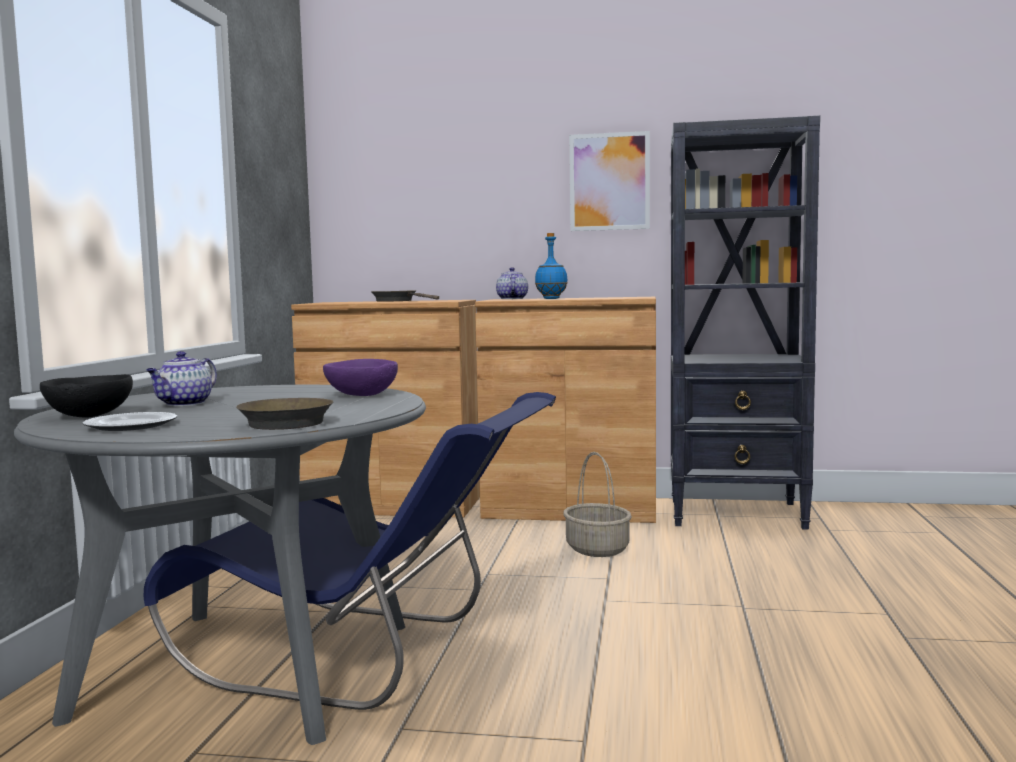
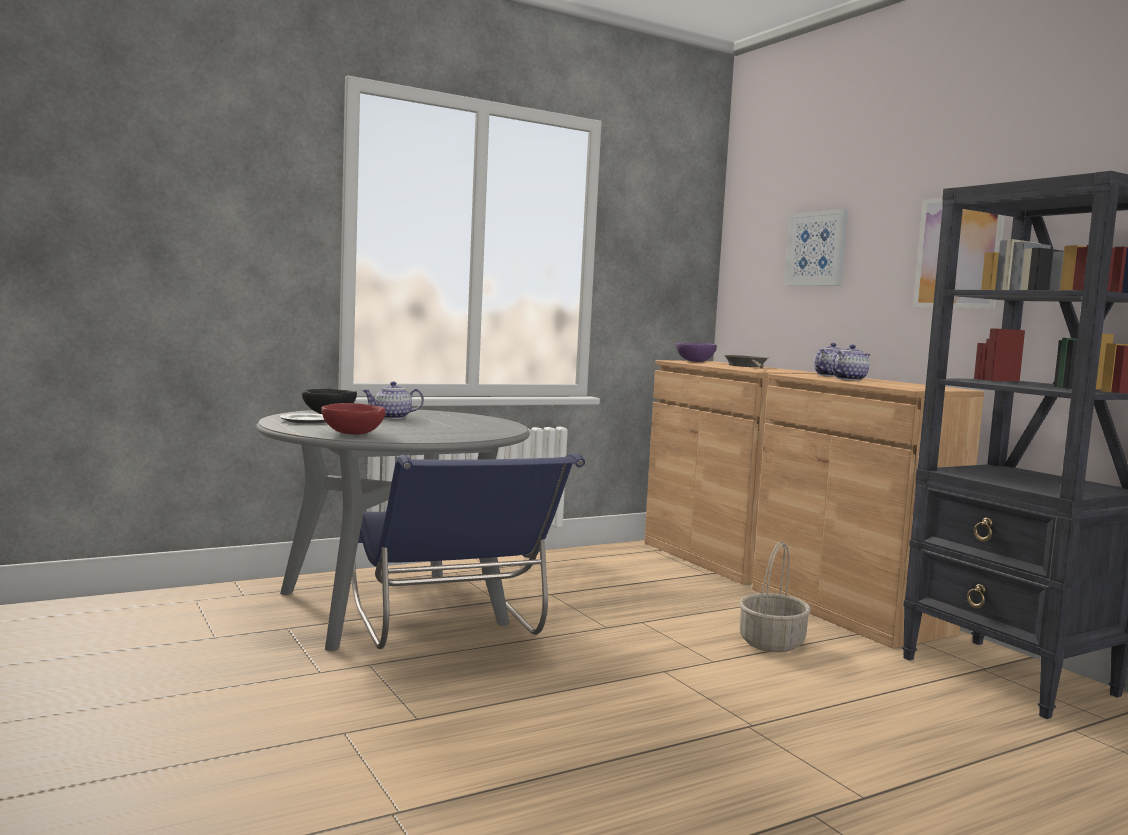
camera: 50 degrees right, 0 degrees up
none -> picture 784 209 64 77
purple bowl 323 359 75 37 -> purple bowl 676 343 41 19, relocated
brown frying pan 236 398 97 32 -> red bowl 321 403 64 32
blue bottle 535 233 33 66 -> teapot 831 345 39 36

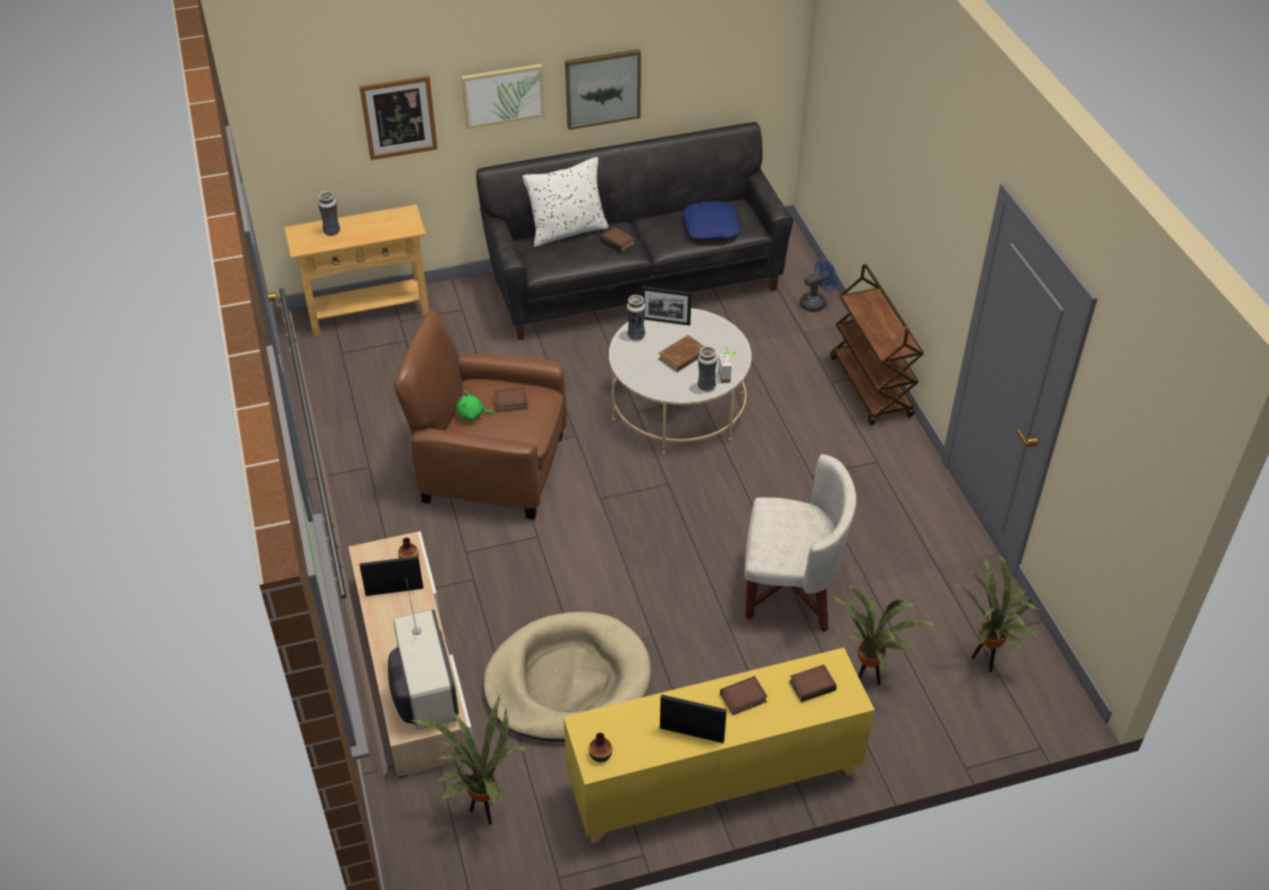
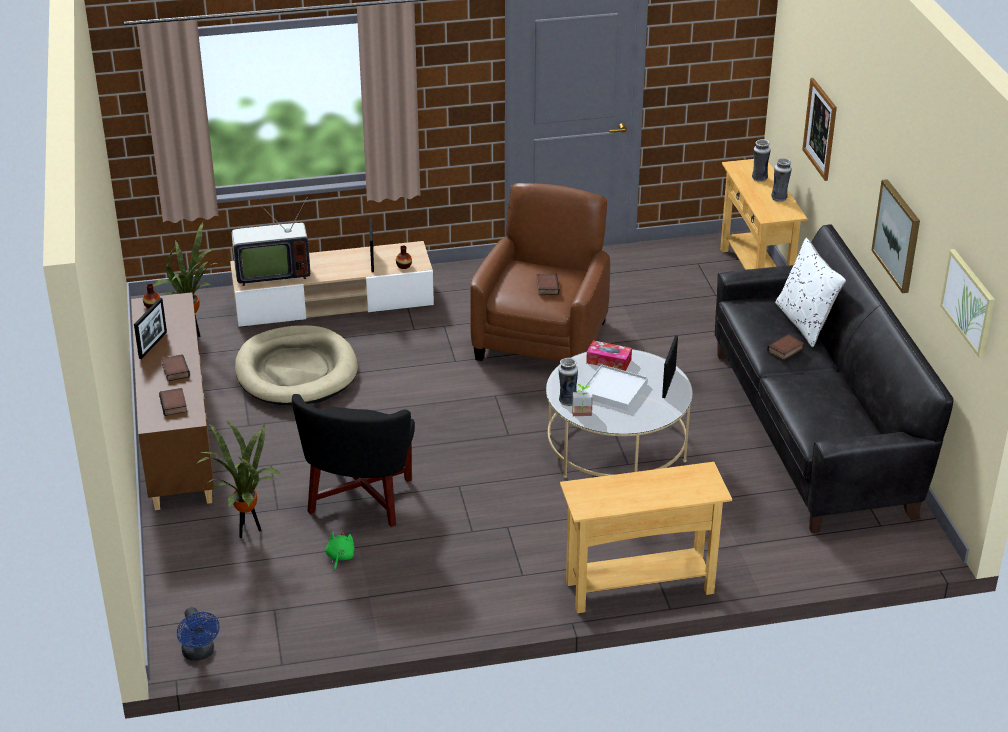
camera: 95 degrees right, 10 degrees down
blue pillow 683 201 57 39 -> none
potted plant 952 553 87 119 -> none
none -> tissue box 586 340 46 31
green plush toy 456 390 39 31 -> green plush toy 325 530 29 41, relocated
picture 461 64 84 65 -> picture 940 249 55 108, relocated
vase 627 295 19 46 -> vase 771 158 21 44, relocated
blue fan 800 259 38 53 -> blue fan 177 607 43 54, relocated
brown book 658 335 46 37 -> white tray 581 365 67 46
brown cart 830 264 94 161 -> beige console table 560 462 172 151
yellow cabinet 563 648 312 196 -> brown cabinet 131 292 83 218
white armchair 744 454 112 178 -> black armchair 292 394 123 133

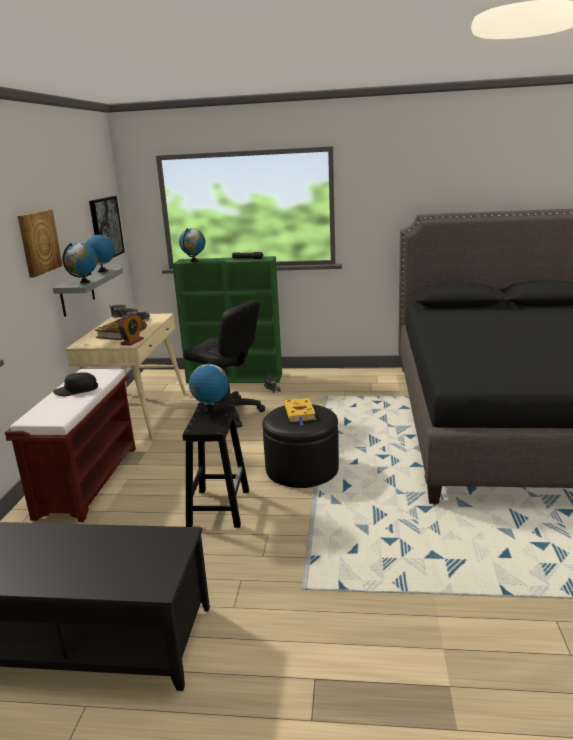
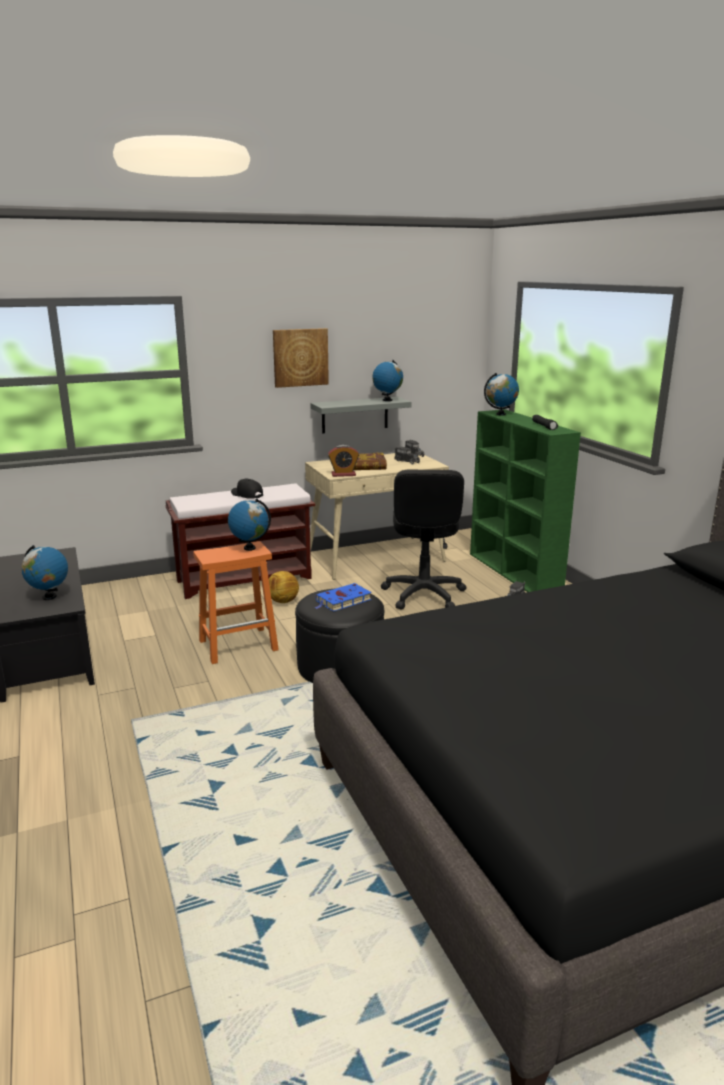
camera: 60 degrees right, 0 degrees up
picture 89 196 36 62 -> none
none -> football 269 571 30 32
globe 63 243 34 41 -> globe 21 545 47 55, relocated
black stool 183 404 66 124 -> orange stool 193 541 86 123
yellow book 284 398 32 27 -> blue book 314 583 58 29

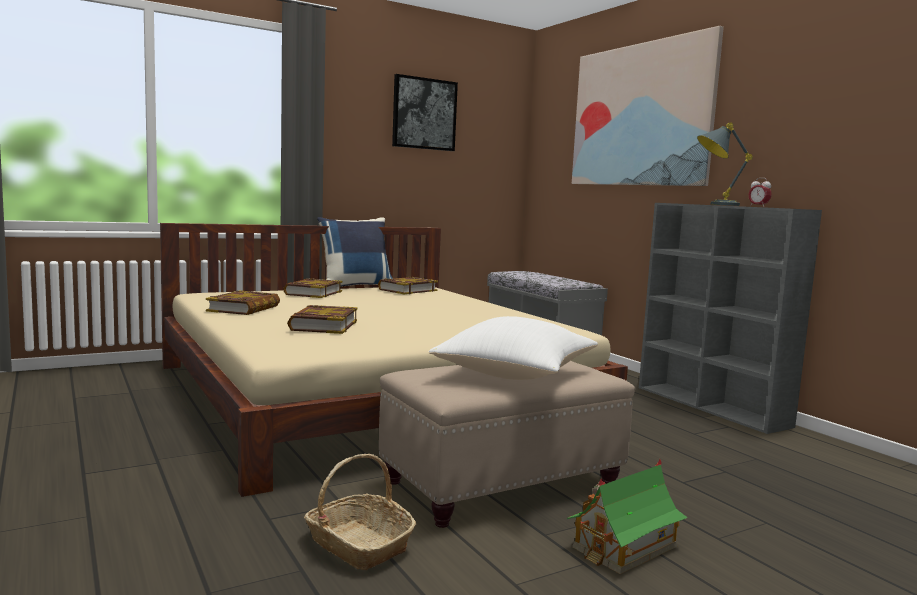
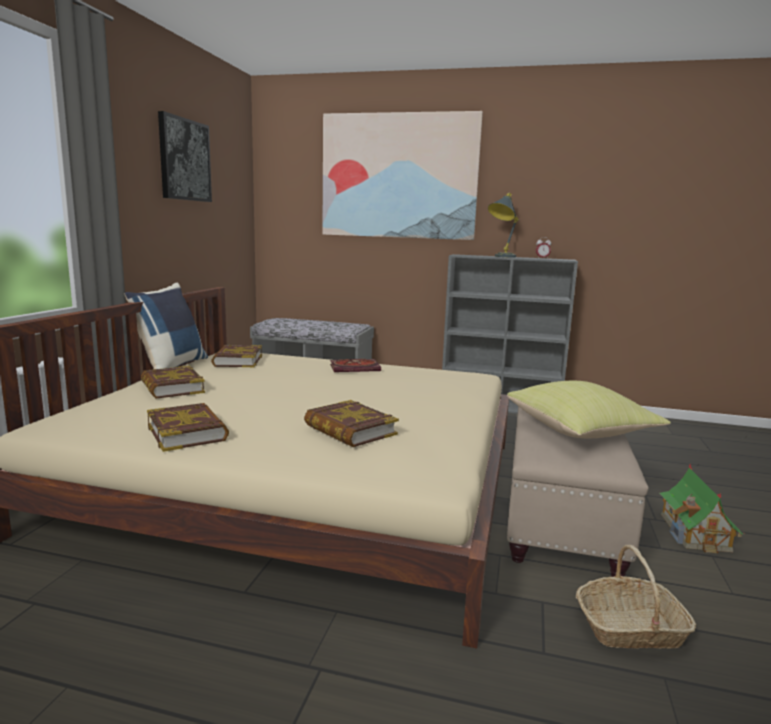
camera: 45 degrees left, 5 degrees up
none -> book 330 359 51 13
white pillow 429 316 169 64 -> yellow pillow 507 381 164 57

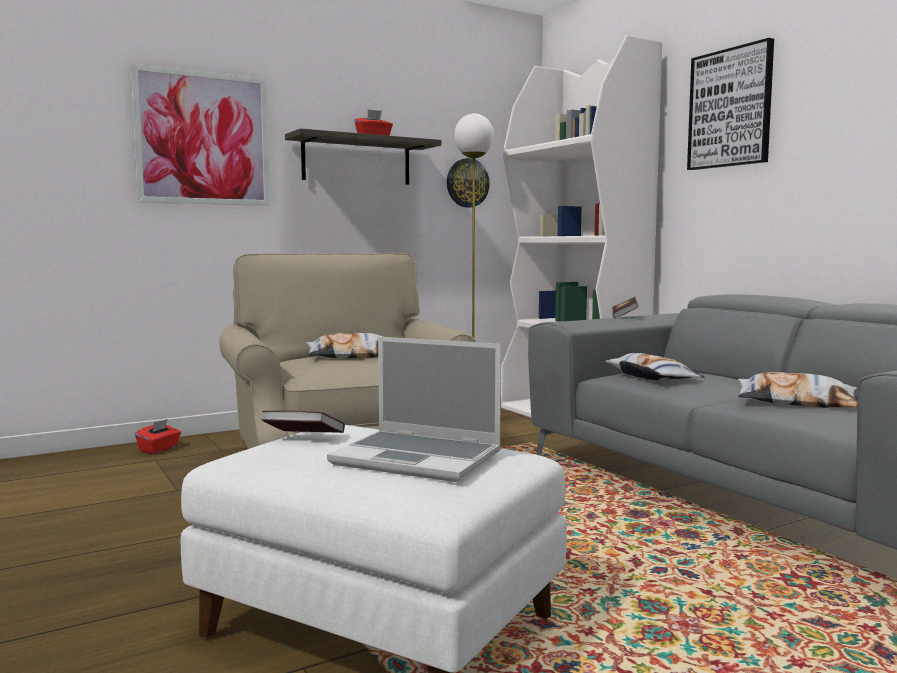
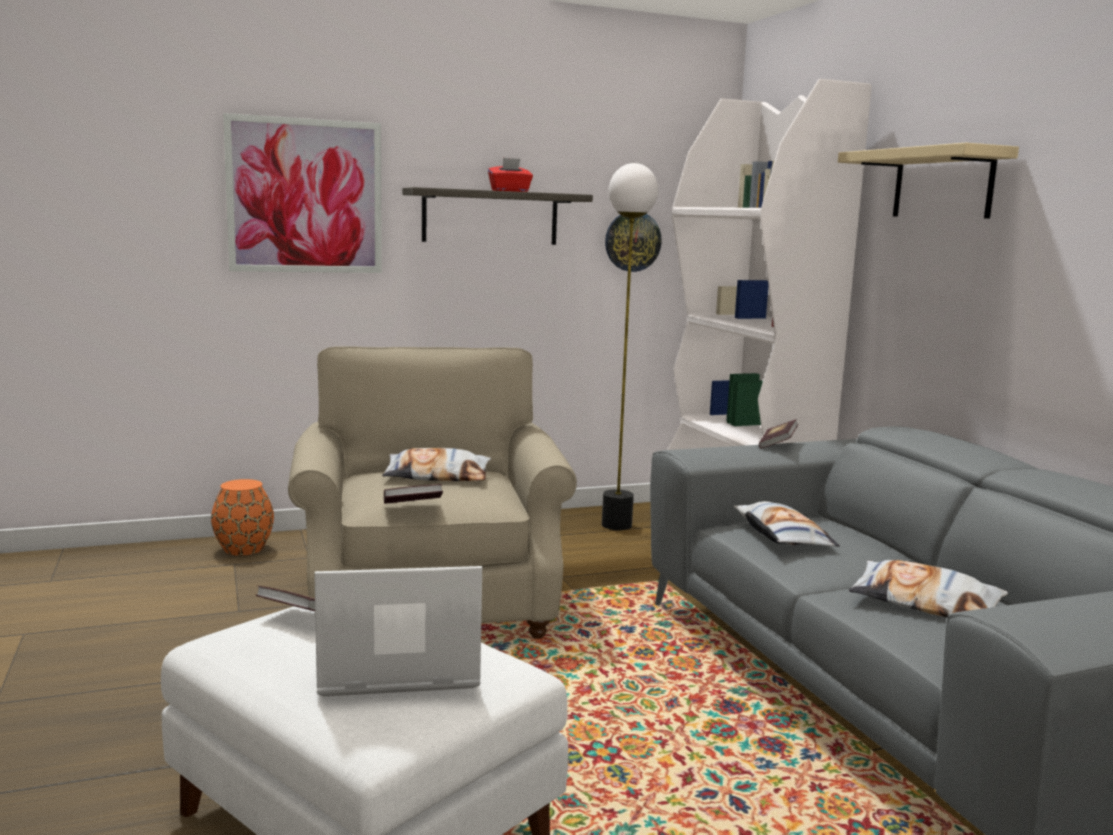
camera: 10 degrees right, 5 degrees up
none -> book 384 484 59 20
red tissue box 135 419 46 35 -> orange vase 211 479 63 77
picture 687 38 87 132 -> beige shelf 838 143 181 76
laptop 327 337 174 145 -> laptop 314 566 168 130, 135 degrees clockwise

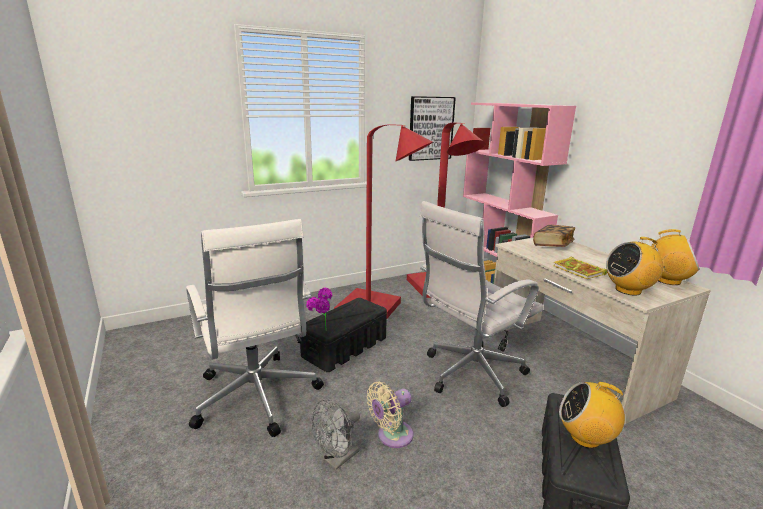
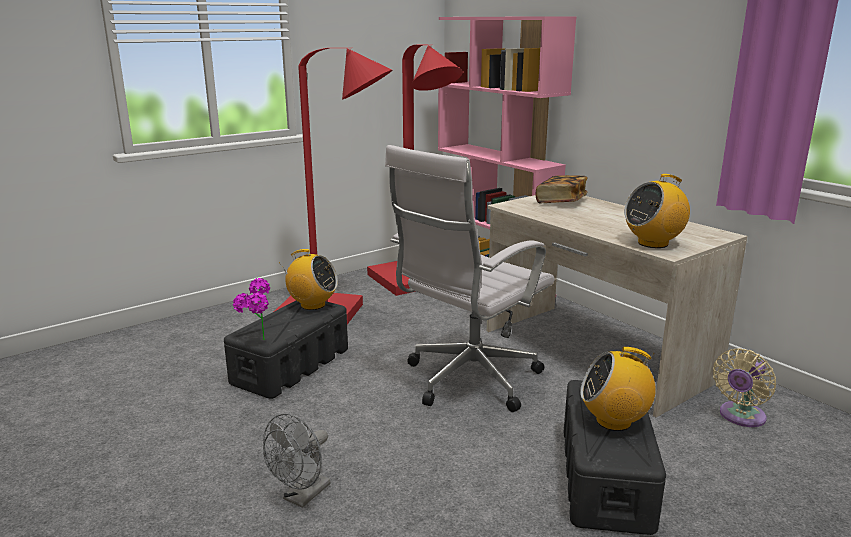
camera: 10 degrees left, 0 degrees up
white office chair 186 219 138 218 -> none
picture 409 96 47 65 -> none
book 554 257 53 22 -> none
beige fan 367 382 47 66 -> beige fan 713 348 63 79, relocated
radio 651 229 49 56 -> radio 279 249 59 61, relocated

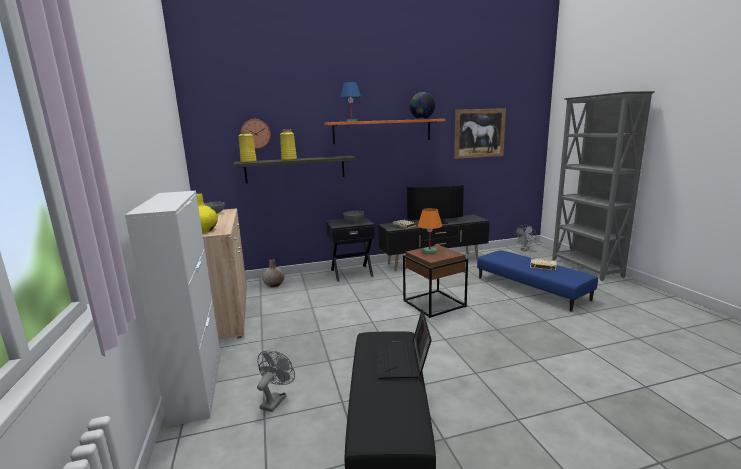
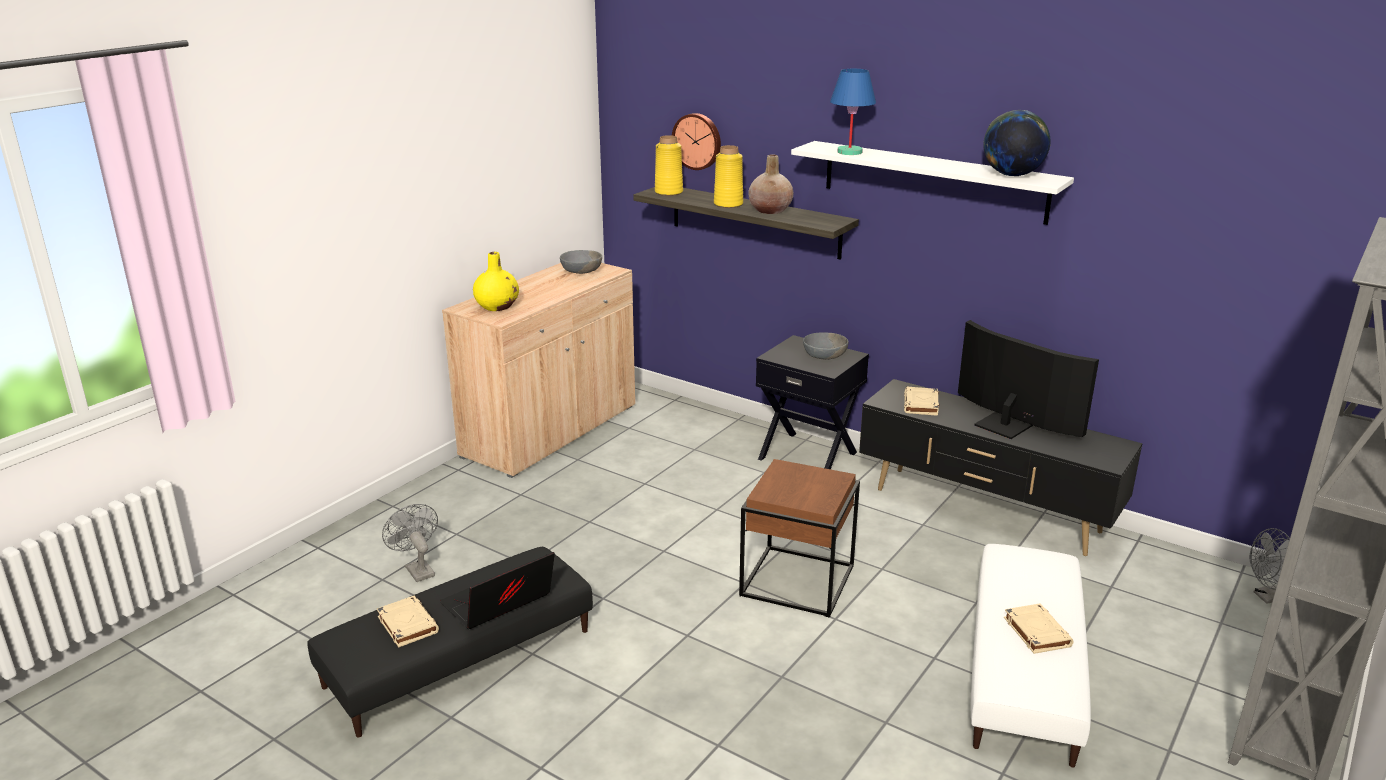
camera: 50 degrees right, 10 degrees up
white cabinet 125 191 96 236 -> none
orange table lamp 418 208 24 45 -> none
picture 454 108 52 51 -> none
none -> beige book 377 596 62 52
beige vase 262 259 23 28 -> beige vase 748 154 45 60, relocated
orange shelf 324 119 122 25 -> white shelf 791 141 283 84
blue ottoman 477 250 121 61 -> white ottoman 971 544 120 223
grey fan 257 351 38 61 -> grey fan 382 504 56 78, 105 degrees counterclockwise

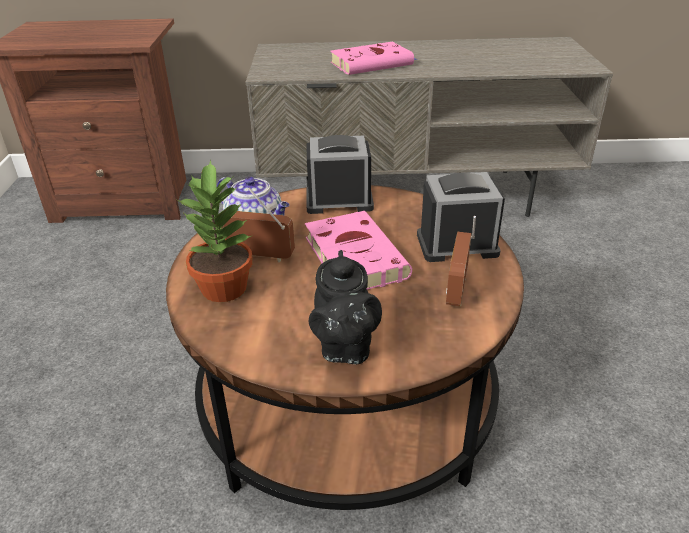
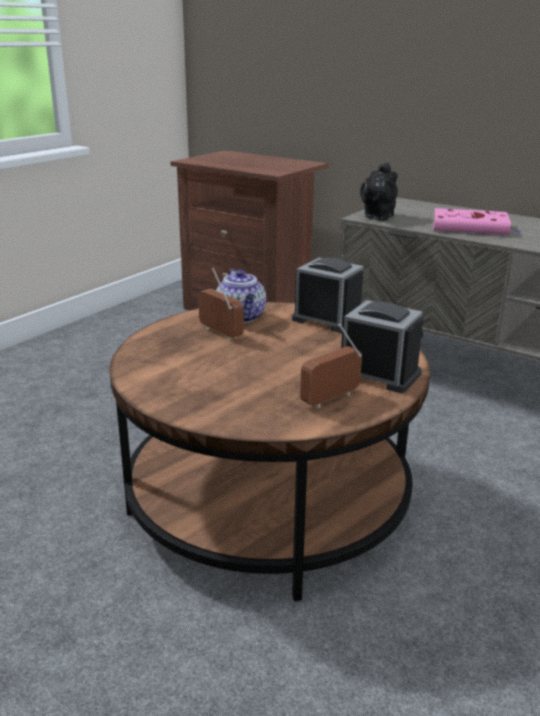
camera: 35 degrees right, 10 degrees down
potted plant 177 160 76 142 -> none
pink book 305 211 107 79 -> none
black teapot 309 250 73 114 -> black teapot 360 163 38 57, relocated

